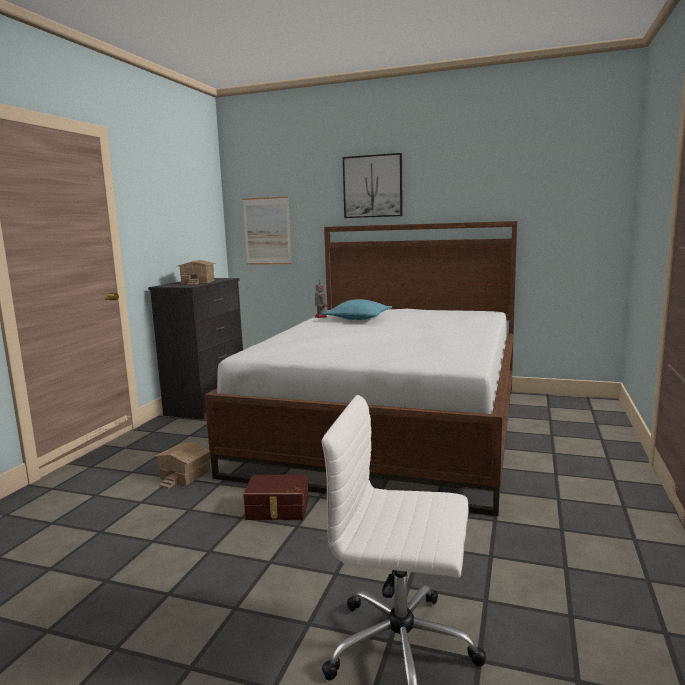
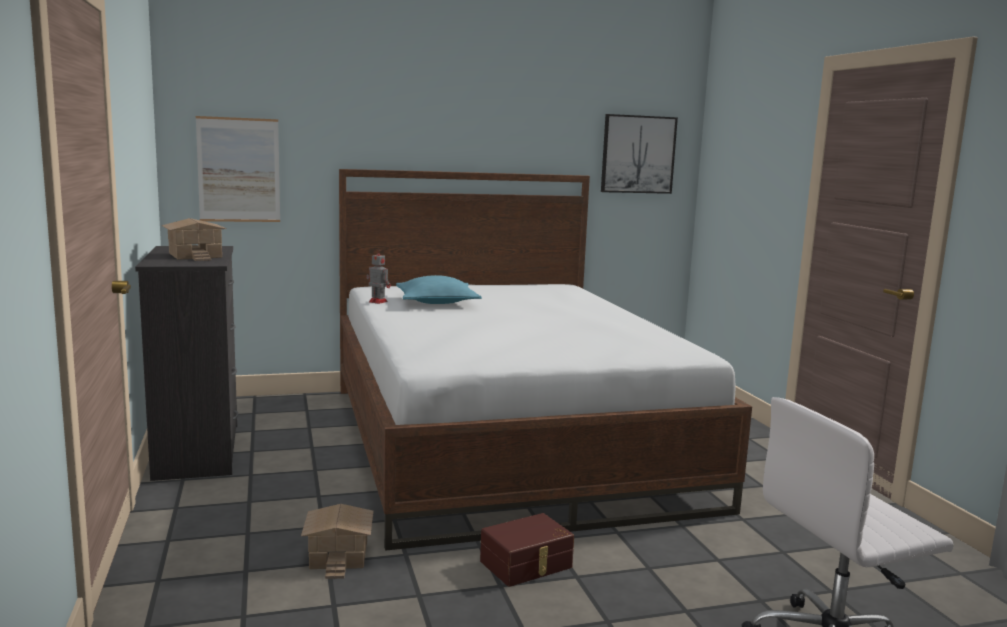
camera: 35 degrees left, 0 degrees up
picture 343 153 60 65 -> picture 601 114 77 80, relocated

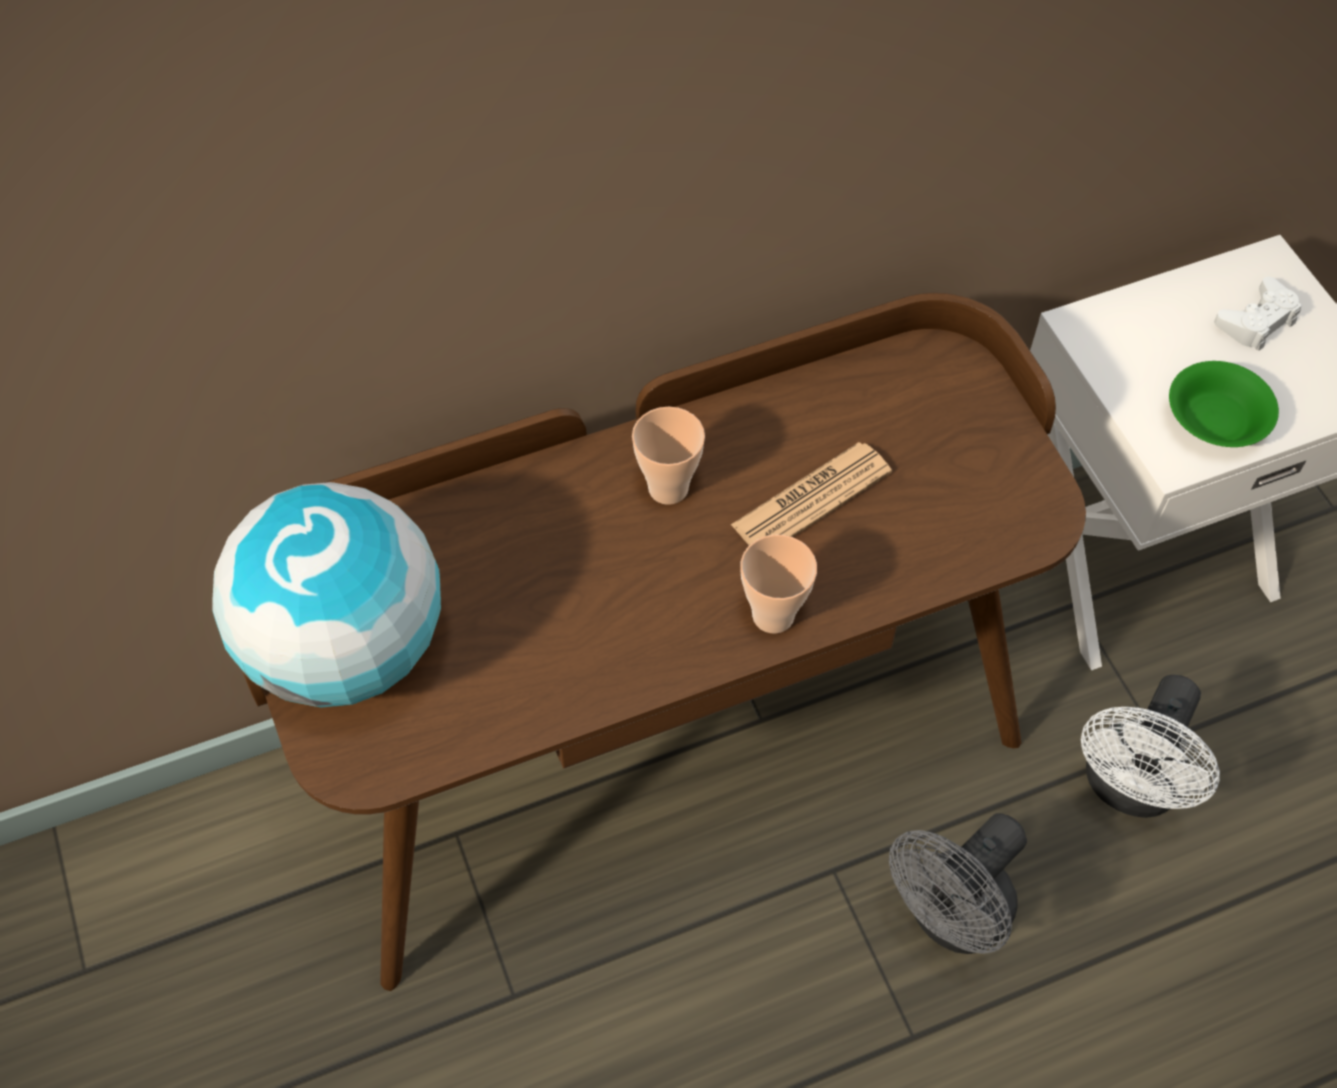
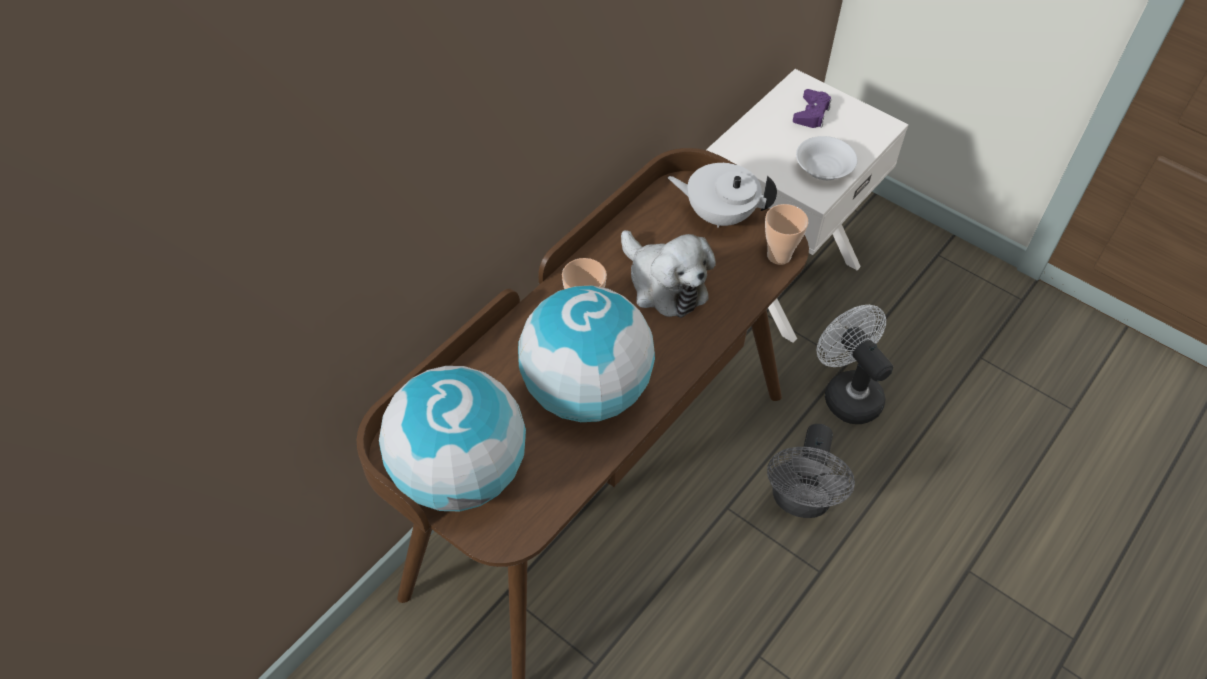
camera: 30 degrees left, 5 degrees down
none -> globe 518 285 137 137
none -> white teapot 668 163 109 65
cup 740 534 77 100 -> cup 765 204 43 61, relocated
newspaper 731 442 161 103 -> plush toy 621 230 95 88
green bowl 1169 361 110 86 -> white bowl 796 136 62 44
white game controller 1214 277 88 74 -> purple game controller 793 89 38 39
white fan 1081 675 139 143 -> white fan 817 305 76 119, 150 degrees clockwise

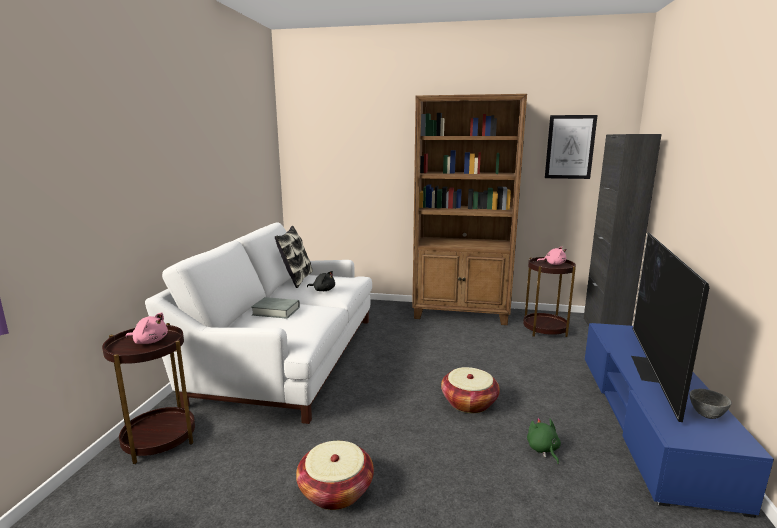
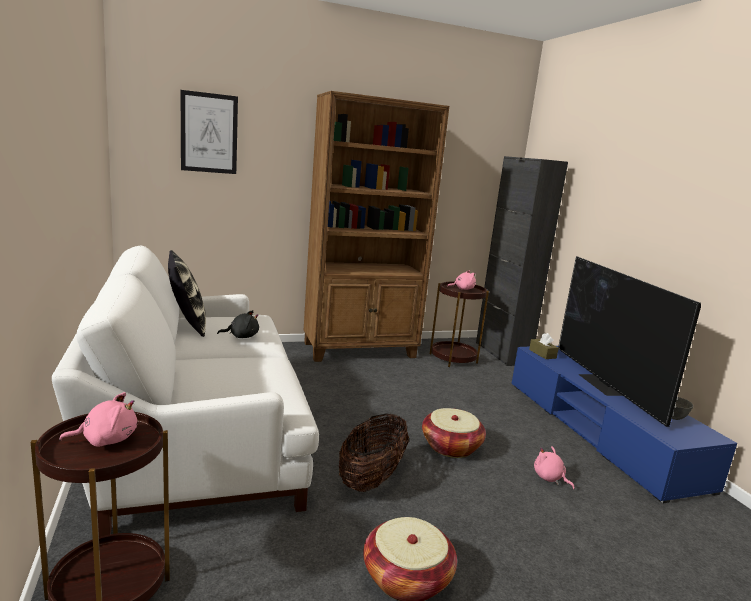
camera: 30 degrees left, 0 degrees up
grey book 251 297 49 22 -> none
none -> basket 339 413 70 79
none -> brown tissue box 529 333 30 26
picture 545 115 53 64 -> picture 181 90 57 84, relocated
green plush toy 527 417 34 48 -> pink plush toy 534 446 40 43

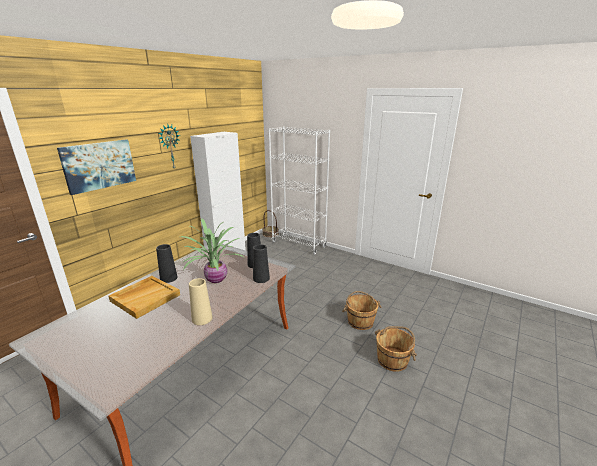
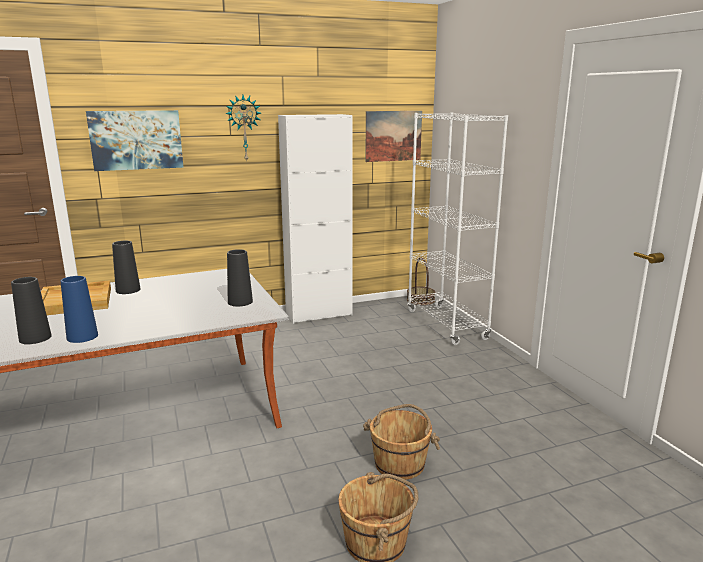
camera: 35 degrees right, 5 degrees down
potted plant 181 218 64 65 -> none
none -> picture 365 111 57 51
black vase 253 244 17 39 -> black vase 11 277 41 67, relocated
beige vase 189 278 24 47 -> blue vase 60 276 38 67

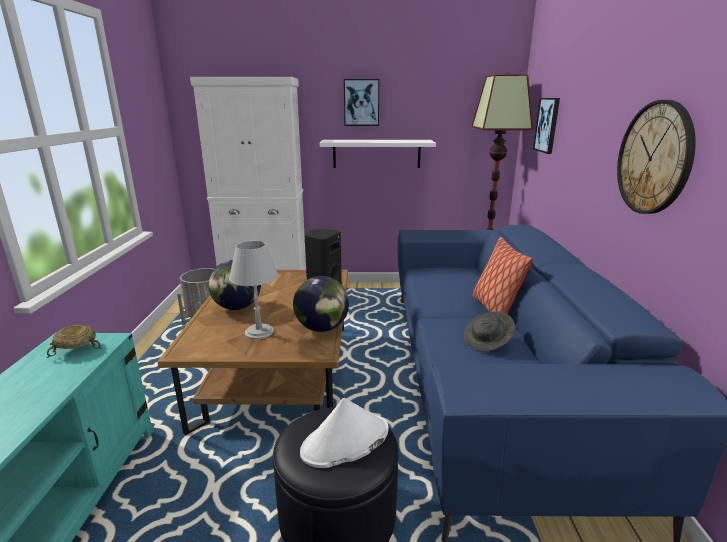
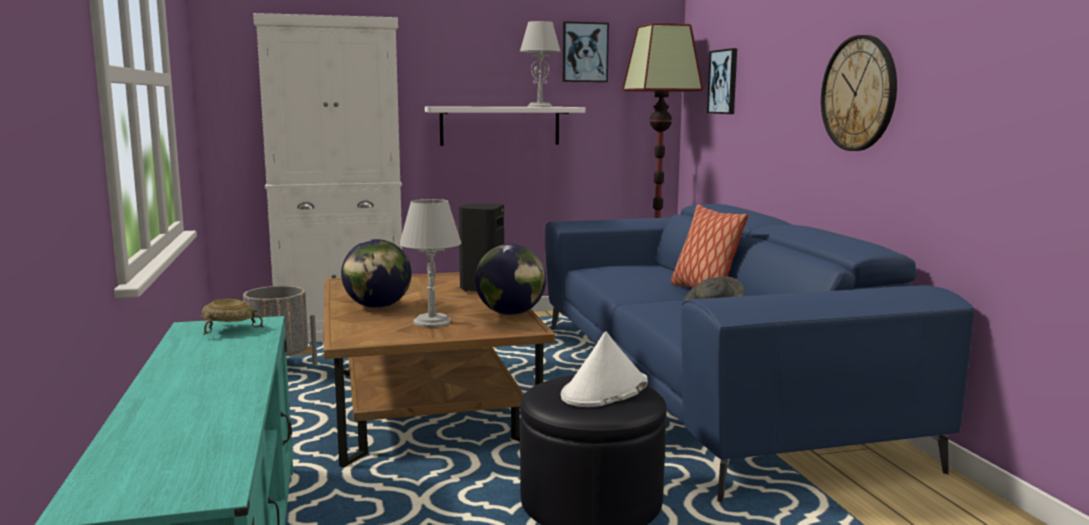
camera: 15 degrees left, 10 degrees down
none -> grey table lamp 520 21 41 86
picture 344 79 35 47 -> picture 563 21 46 61, relocated

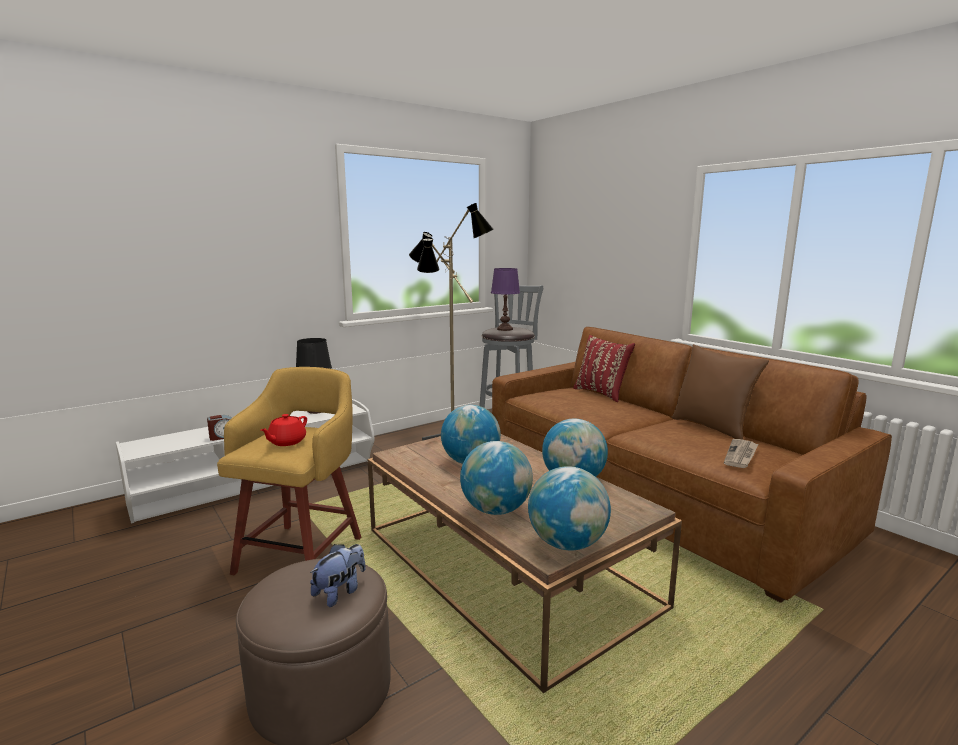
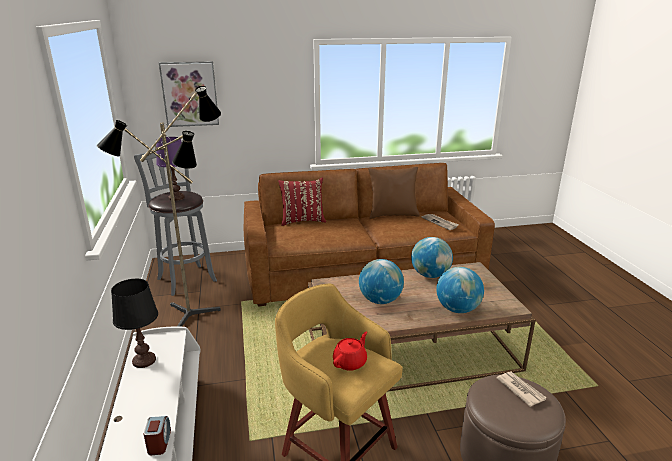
camera: 65 degrees left, 10 degrees up
globe 528 466 83 84 -> none
none -> picture 159 61 60 66
plush toy 310 544 55 63 -> newspaper 496 371 51 36
red teapot 261 414 46 32 -> red teapot 333 331 34 40, 105 degrees counterclockwise

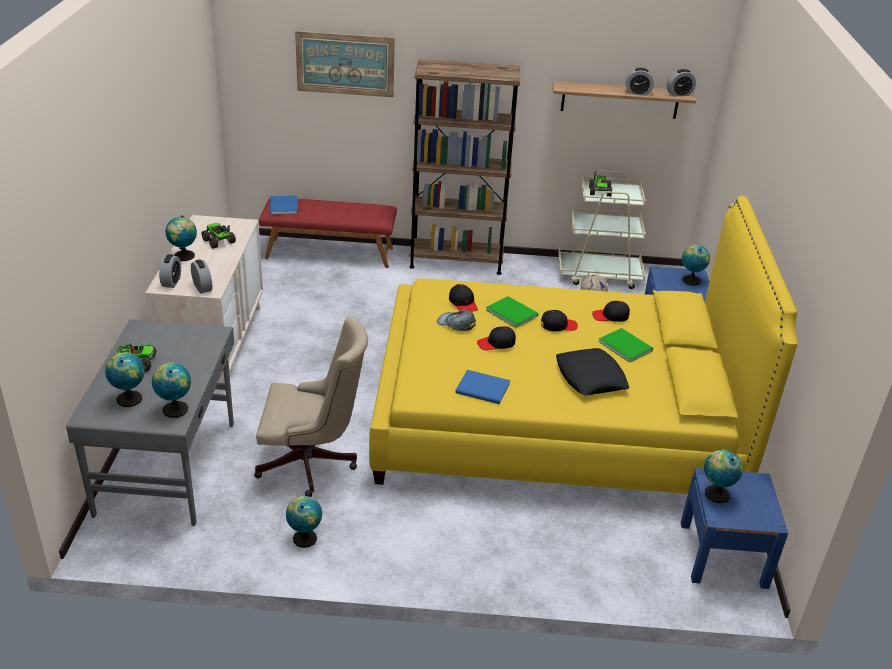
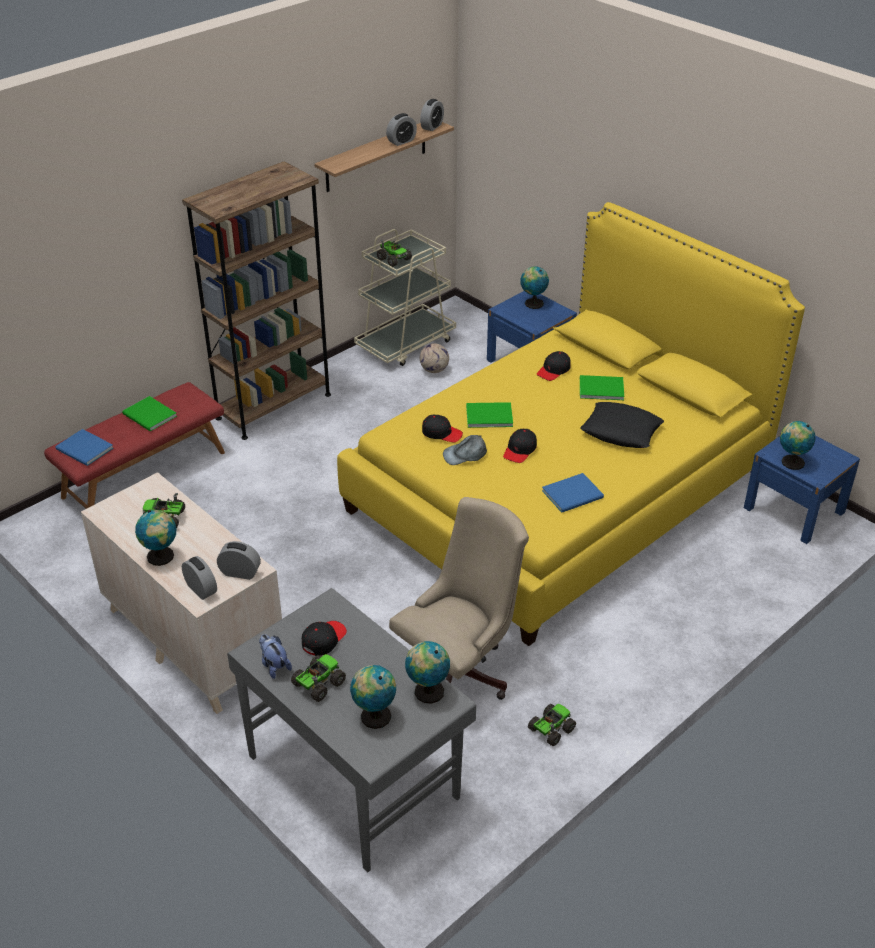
camera: 45 degrees left, 5 degrees up
picture 295 31 100 66 -> none
none -> green book 122 396 55 35
none -> plush toy 259 634 33 45
black cap 541 310 37 21 -> black cap 302 621 45 35, relocated
globe 286 496 36 52 -> toy truck 528 704 48 42

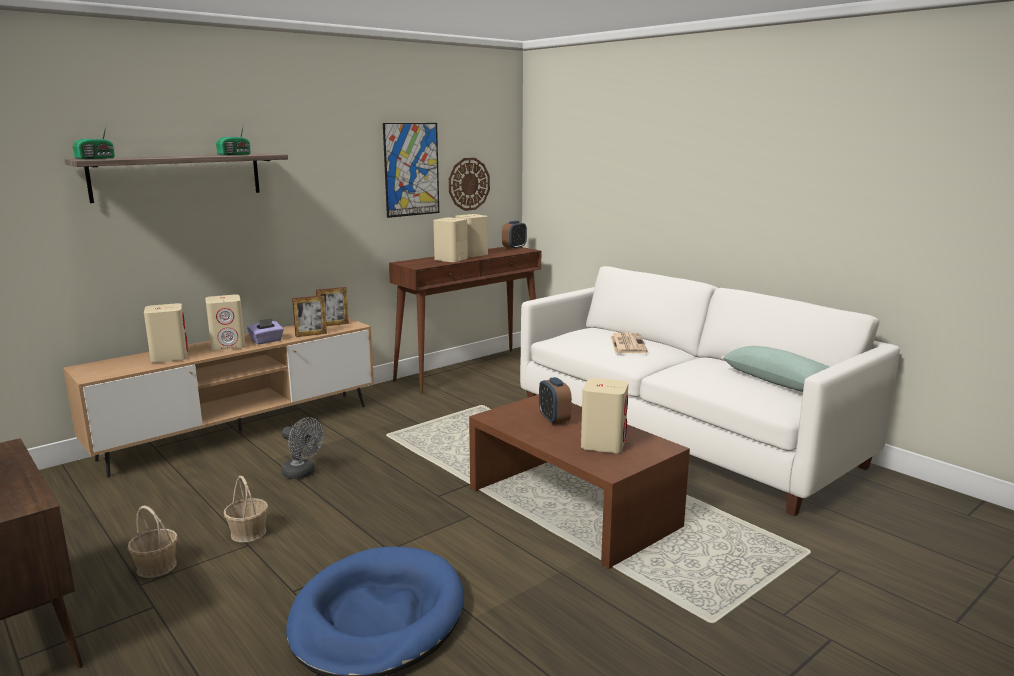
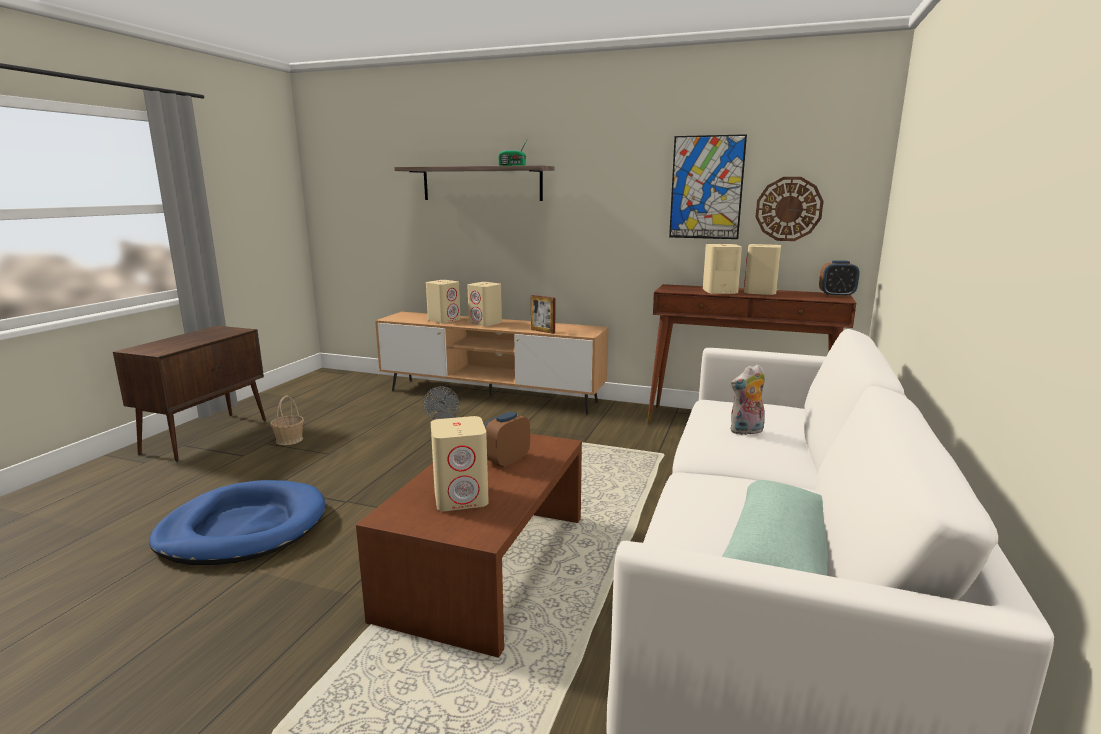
camera: 60 degrees right, 0 degrees up
radio 73 123 42 36 -> none
basket 224 476 44 66 -> none
purple tissue box 247 318 37 27 -> none
picture frame 316 287 33 39 -> none
newspaper 611 332 37 21 -> plush toy 730 364 35 71

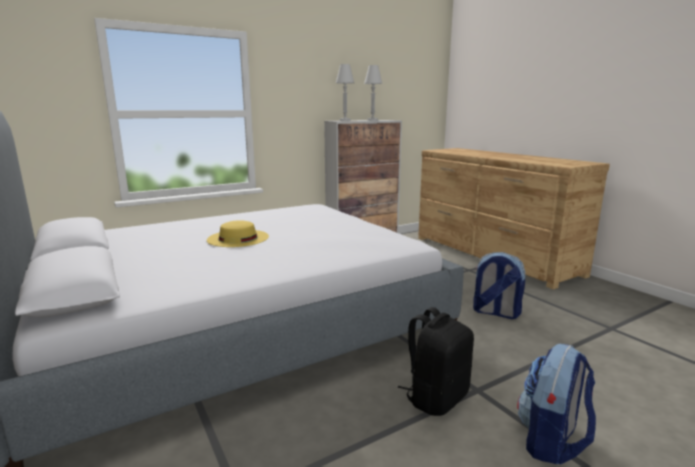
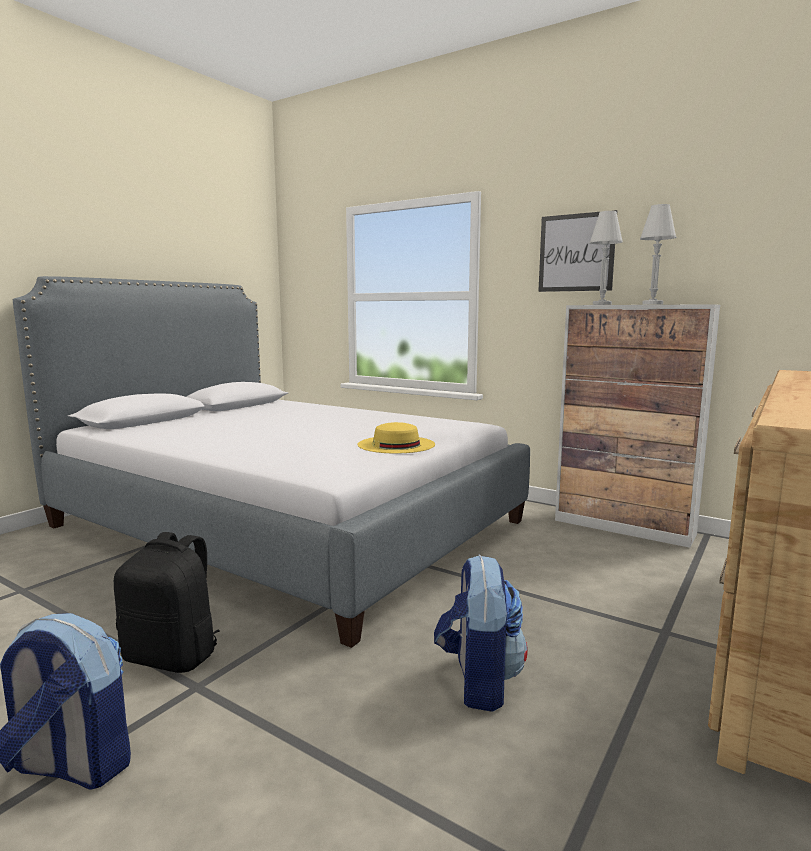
camera: 65 degrees right, 5 degrees down
none -> picture 538 210 80 82
yellow hat 207 220 62 27 -> yellow hat 358 422 77 32, relocated

